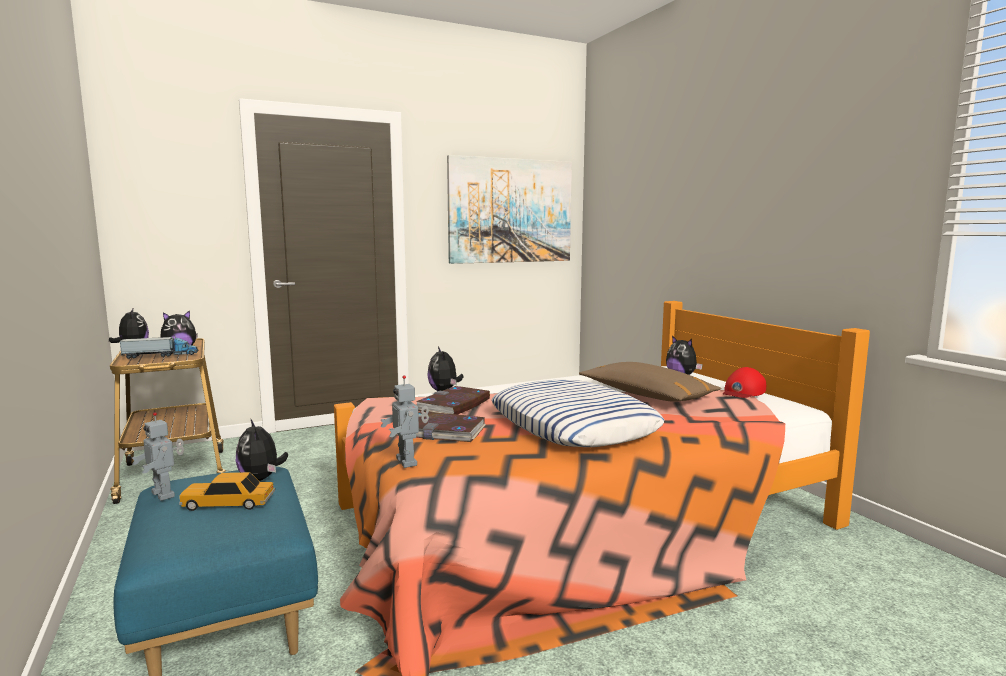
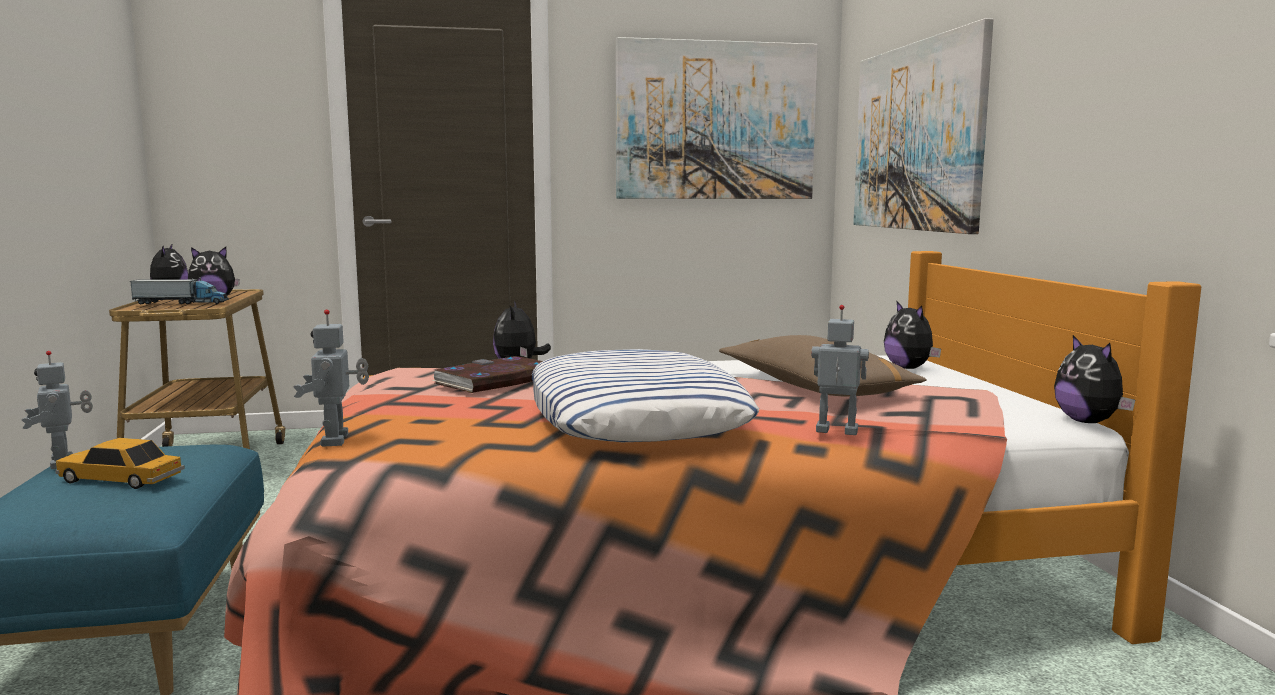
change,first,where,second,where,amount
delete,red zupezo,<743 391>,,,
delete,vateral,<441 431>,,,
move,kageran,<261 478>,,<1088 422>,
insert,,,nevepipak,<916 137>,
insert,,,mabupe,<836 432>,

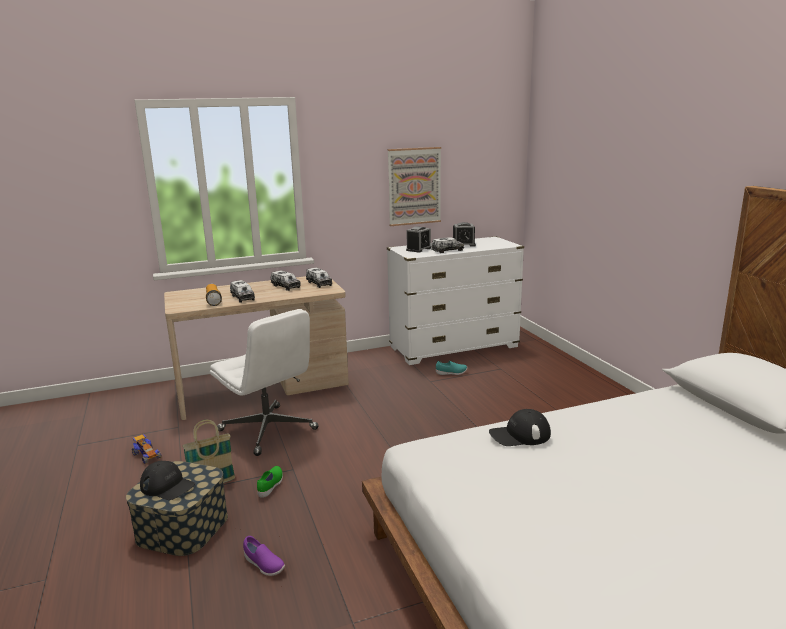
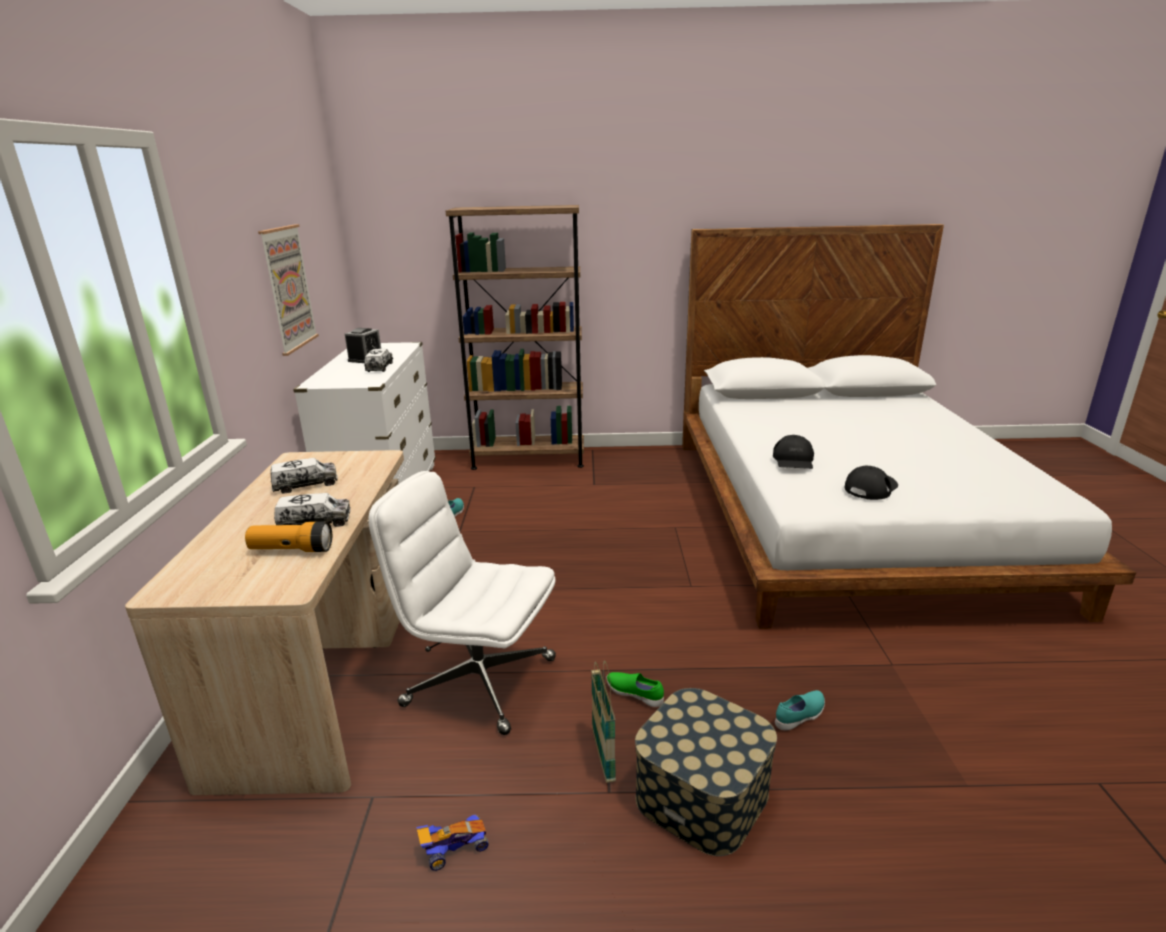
change,first,where,second,where,amount
delete,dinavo,<418 249>,,,
delete,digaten,<319 283>,,,
rotate,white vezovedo,<269 430>,,<478 681>,135 degrees counterclockwise
move,black zupezo,<167 486>,,<871 487>,
recolor,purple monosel,<263 565>,turquoise monosel,<800 717>,
insert,,,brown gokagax,<528 458>,

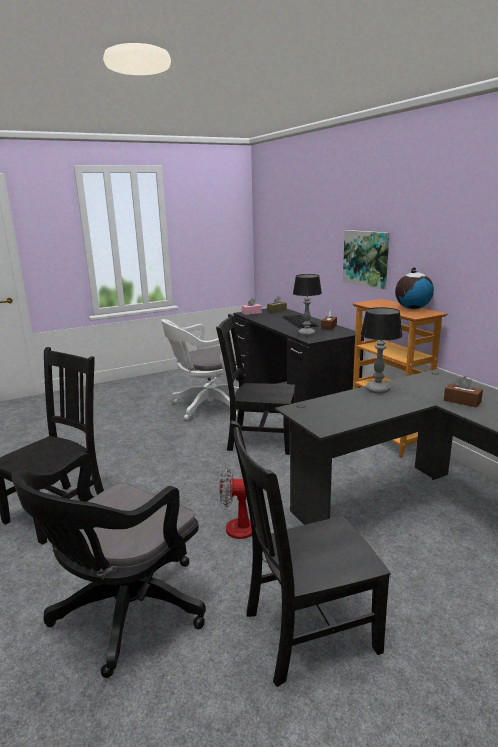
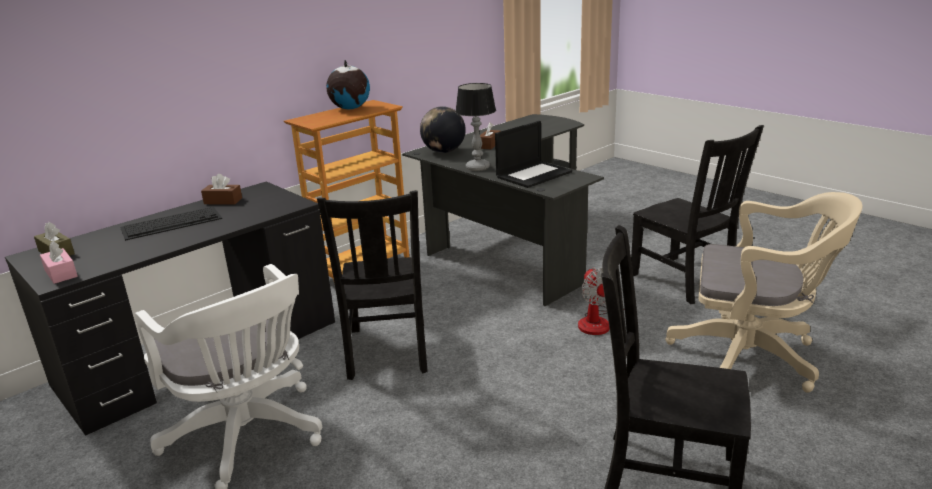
change,first,where,second,where,amount
delete,nevepipak,<366 258>,,,
delete,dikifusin,<307 334>,,,
recolor,black vezovedo,<124 613>,beige vezovedo,<752 357>,
insert,,,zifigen,<444 151>,
insert,,,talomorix,<534 174>,

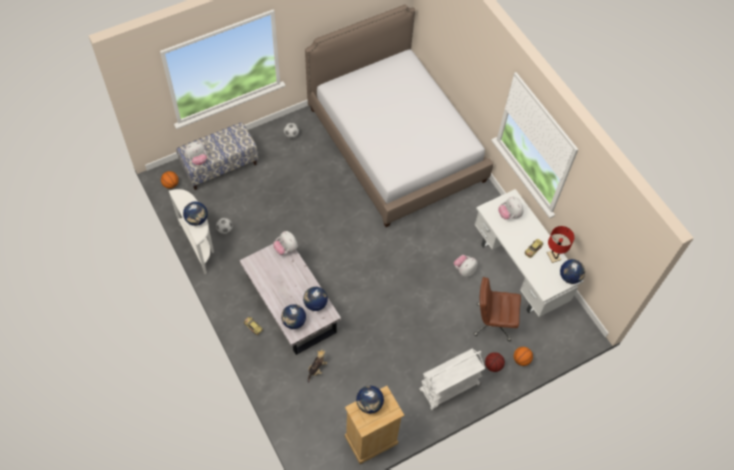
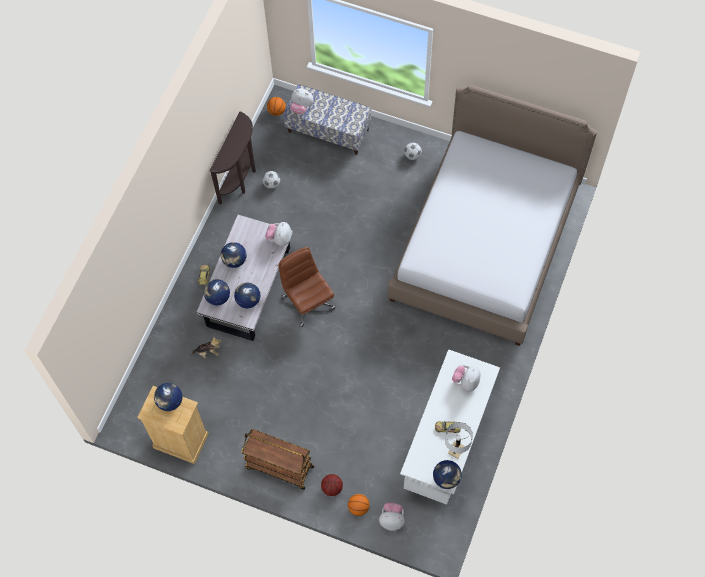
change,first,where,second,where,amount
recolor,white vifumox,<199 245>,brown vifumox,<241 178>,
move,zifigen,<197 220>,,<234 260>,
recolor,red dikifusin,<553 256>,white dikifusin,<456 450>,
move,kageran,<464 270>,,<392 519>,
move,brown vezovedo,<492 322>,,<307 302>,
recolor,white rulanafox,<449 388>,brown rulanafox,<279 467>,

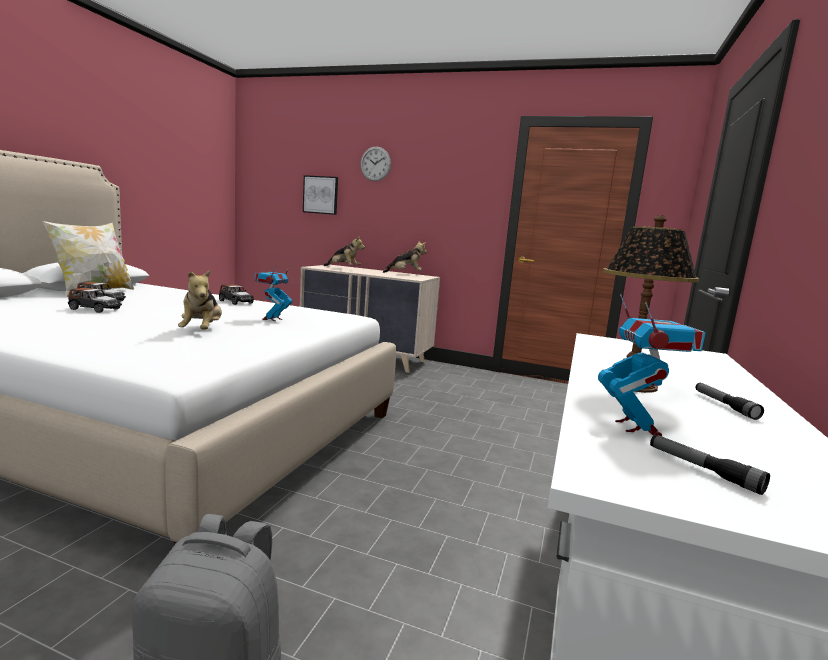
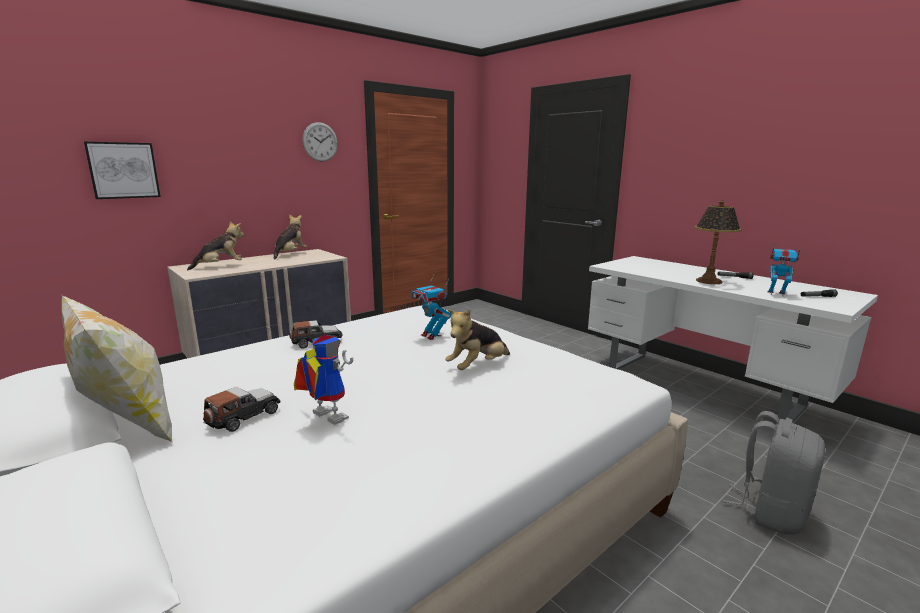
change,first,where,second,where,amount
move,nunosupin,<375 164>,,<320 142>,
rotate,kageran,<202 331>,,<477 367>,120 degrees clockwise
replace,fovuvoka,<94 309>,mabupe,<323 417>,

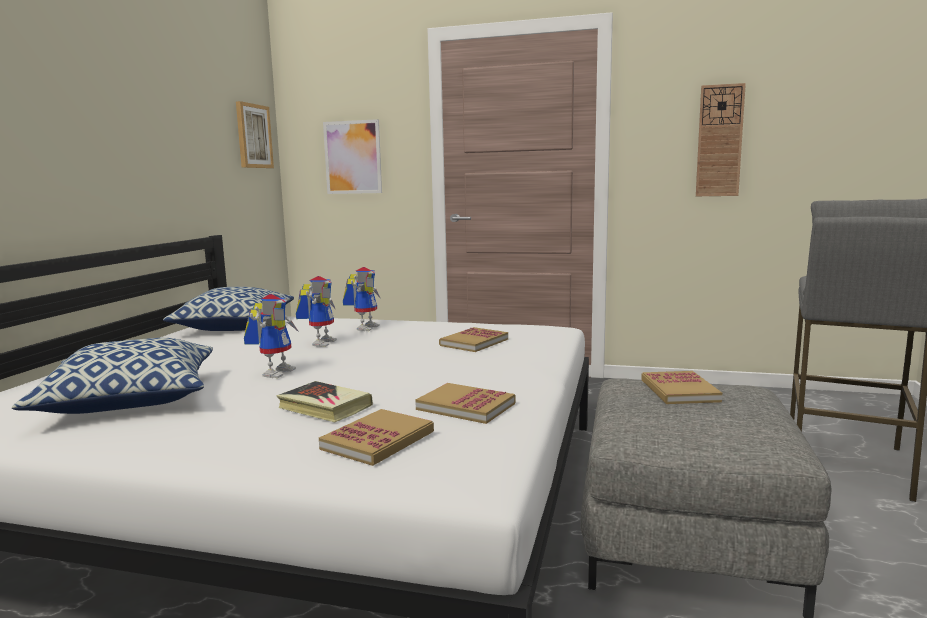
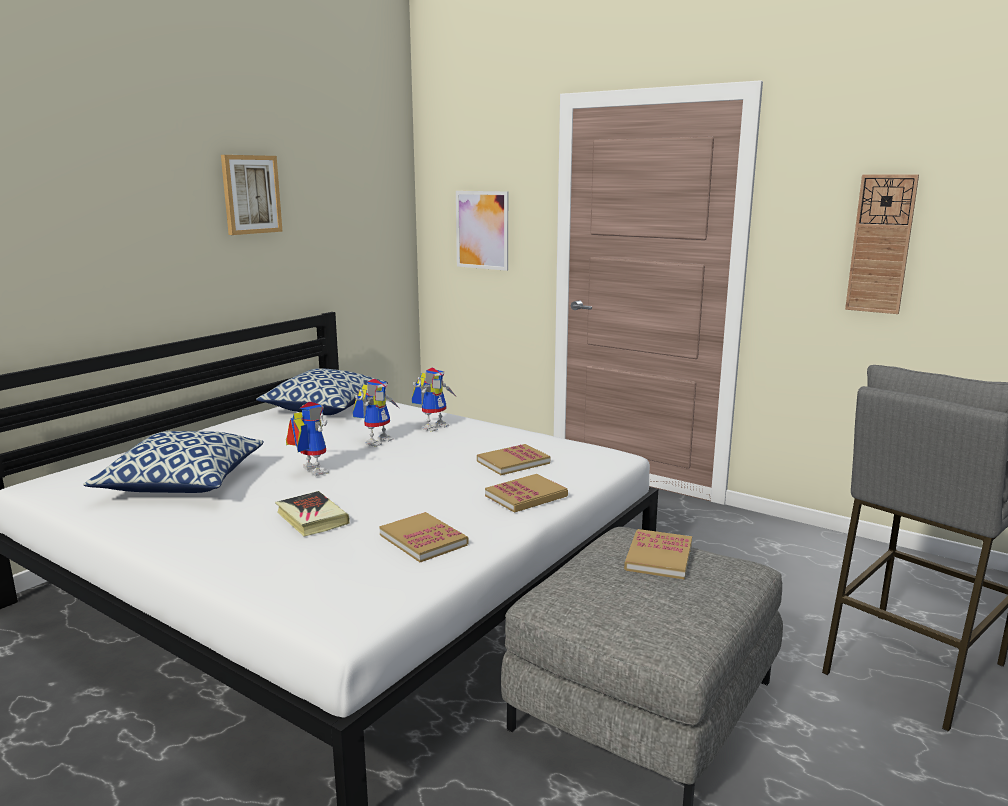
change,first,where,second,where,amount
move,nevepipak,<253 136>,,<251 194>,
rotate,mabupe,<276 372>,,<309 471>,75 degrees counterclockwise
move,vateral,<378 440>,,<526 496>,

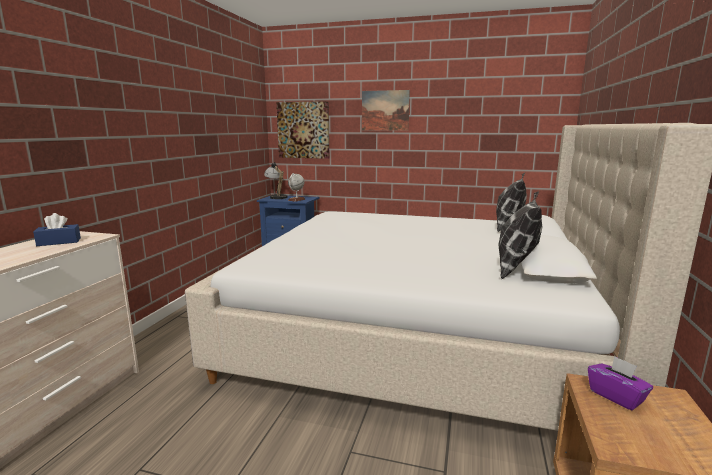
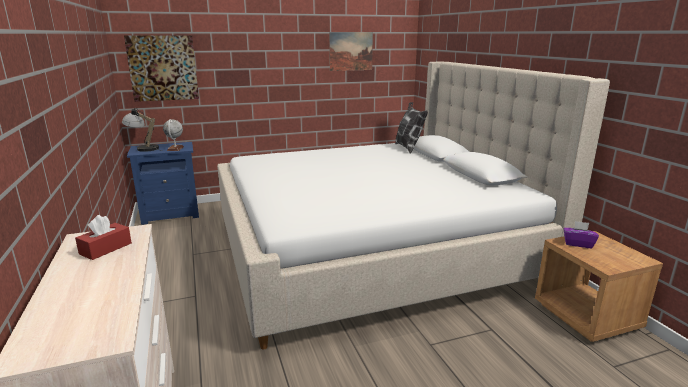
change,first,where,second,where,amount
move,nevepipak,<385 110>,,<351 51>,
delete,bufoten,<516 268>,,,
recolor,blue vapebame,<59 242>,red vapebame,<106 248>,

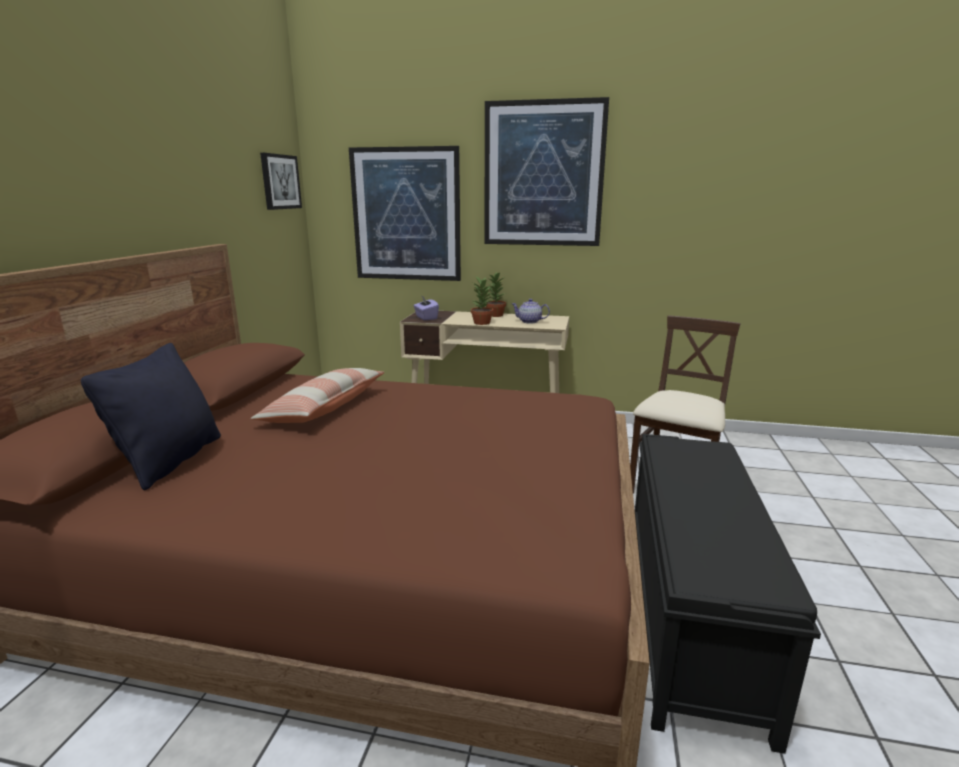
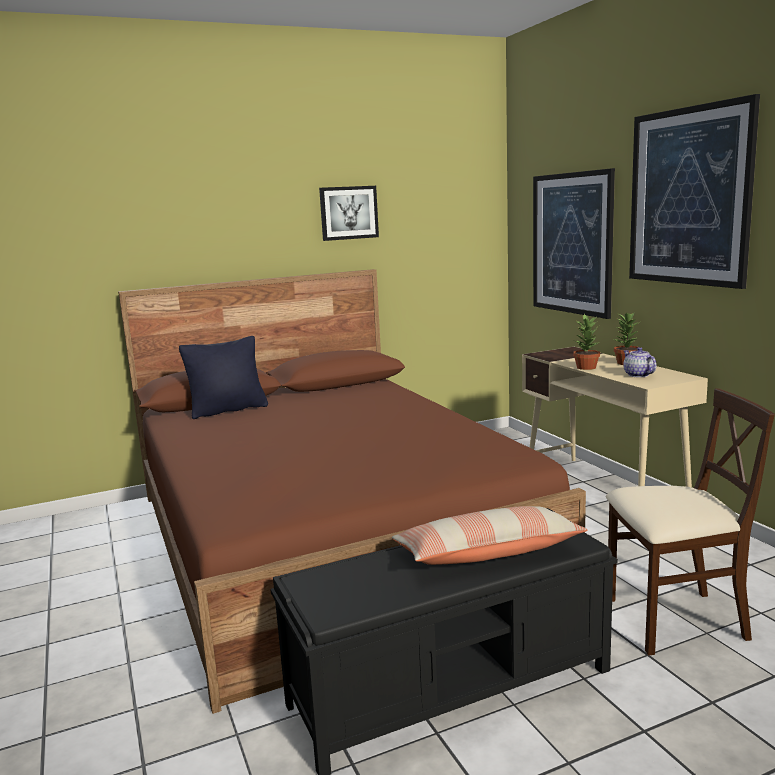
change,first,where,second,where,amount
move,nevepipak,<280 182>,,<348 213>,
delete,purple vapebame,<426 318>,,,
move,bufoten,<324 408>,,<487 553>,

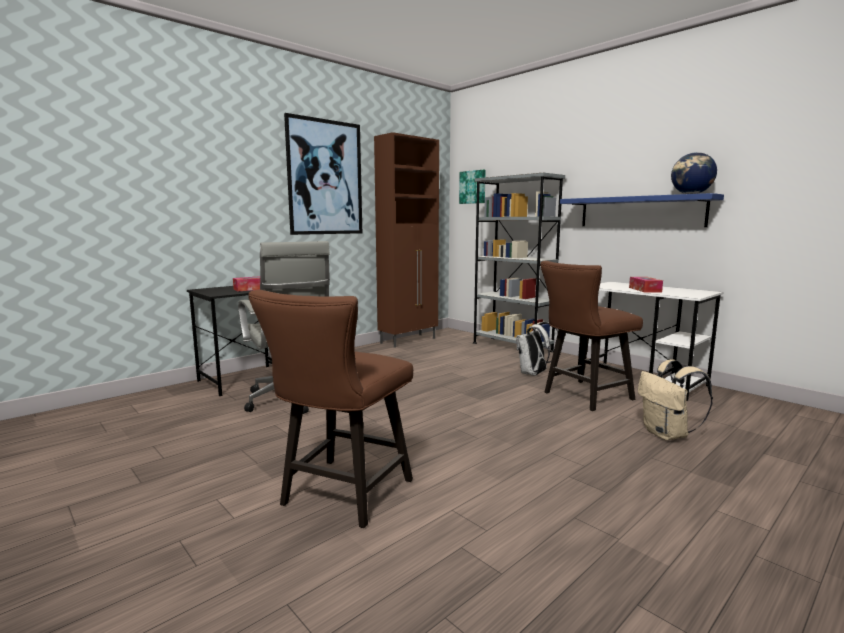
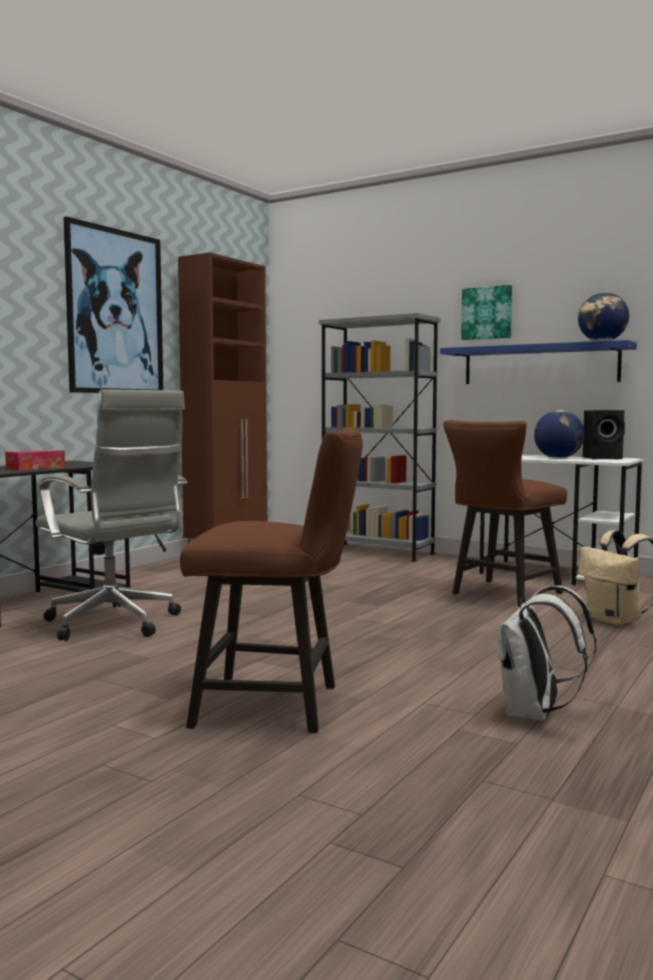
change,first,where,second,where,amount
move,nevepipak,<473 187>,,<487 313>,
replace,vapebame,<645 290>,zifigen,<558 458>,
rotate,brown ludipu,<341 496>,,<279 705>,90 degrees counterclockwise
move,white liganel,<534 374>,,<535 714>,
insert,,,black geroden,<603 458>,

